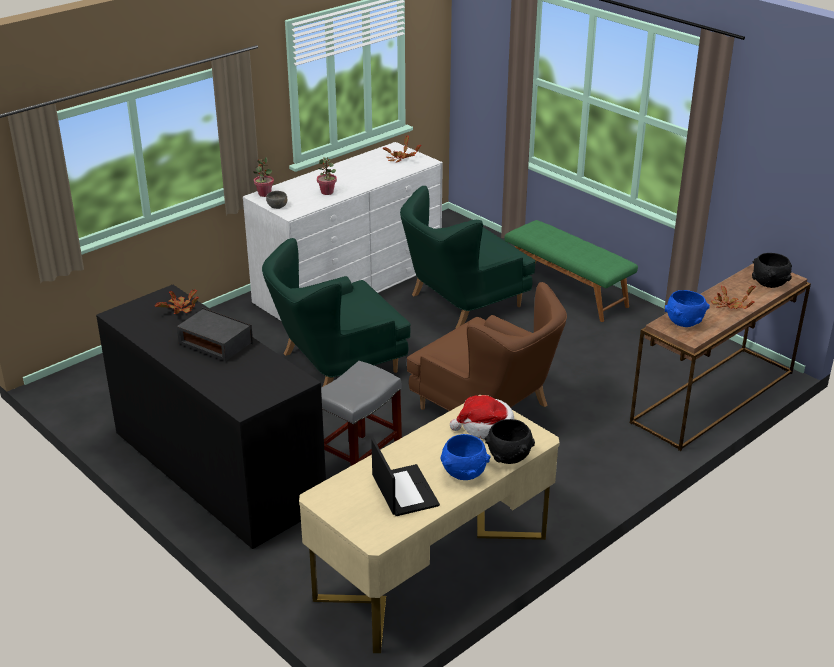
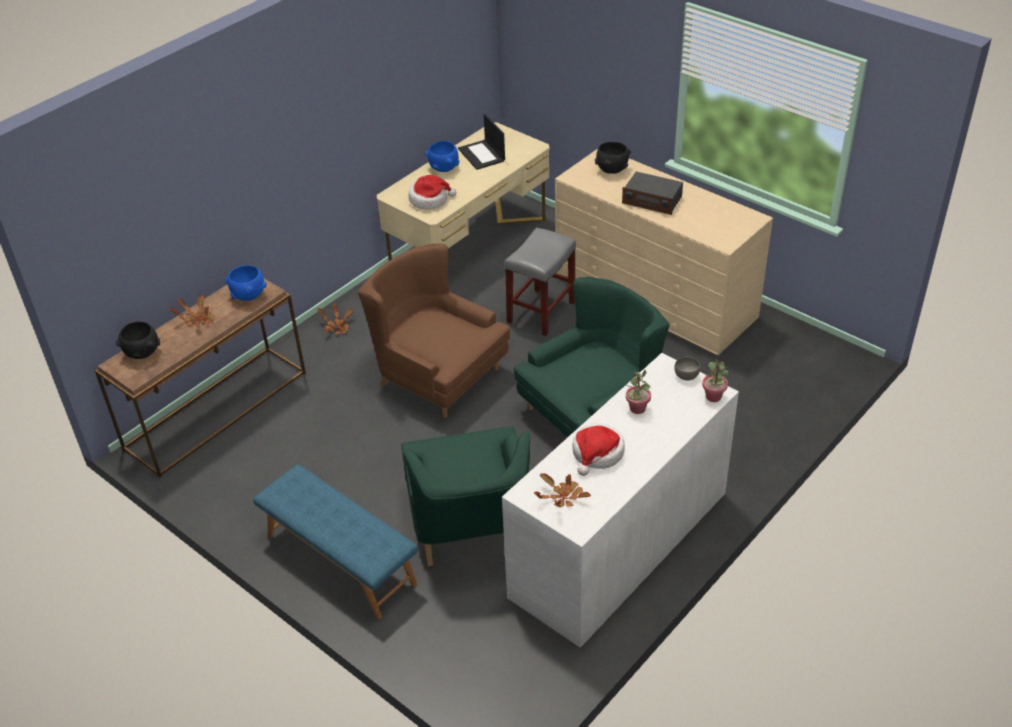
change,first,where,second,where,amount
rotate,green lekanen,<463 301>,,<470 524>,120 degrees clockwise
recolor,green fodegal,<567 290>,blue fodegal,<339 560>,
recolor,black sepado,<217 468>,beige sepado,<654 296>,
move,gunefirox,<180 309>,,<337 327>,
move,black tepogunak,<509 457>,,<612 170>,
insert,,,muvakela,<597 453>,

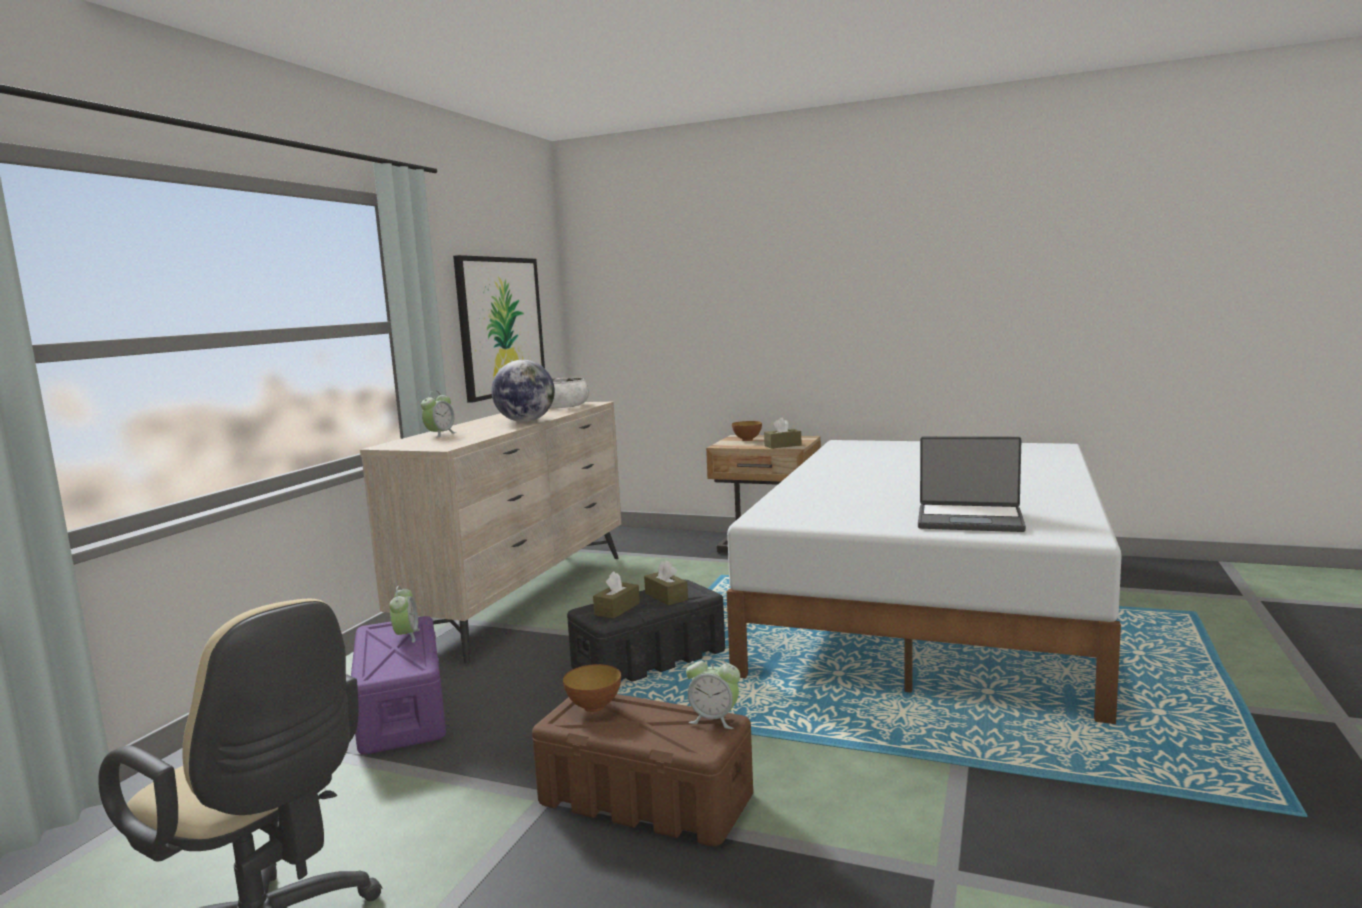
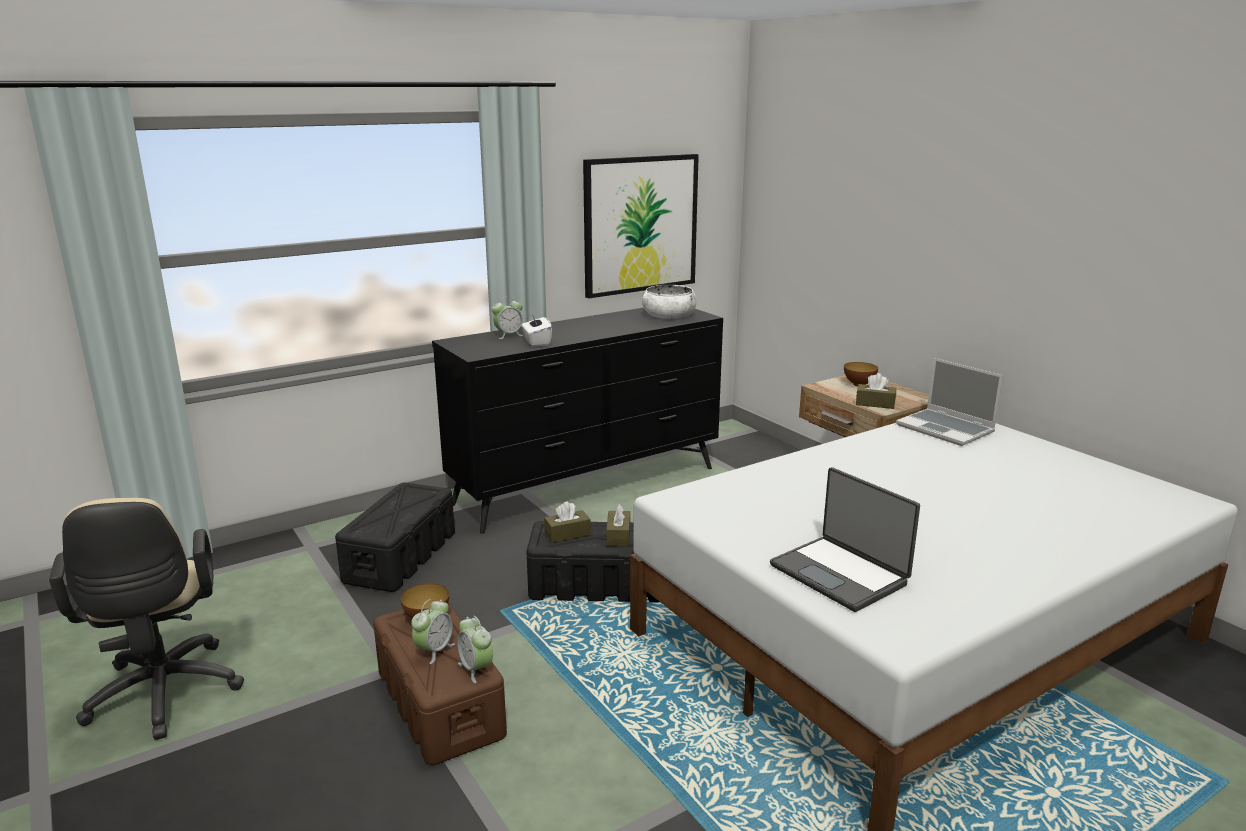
change,first,where,second,where,amount
delete,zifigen,<525 421>,,,
recolor,beige sepado,<523 598>,black sepado,<588 486>,
move,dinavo,<406 636>,,<434 650>,
recolor,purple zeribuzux,<401 709>,black zeribuzux,<401 556>,
insert,,,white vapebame,<536 342>,
insert,,,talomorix,<946 429>,

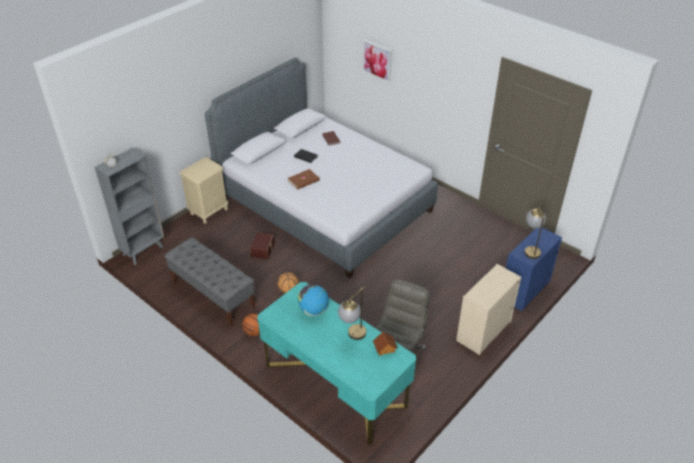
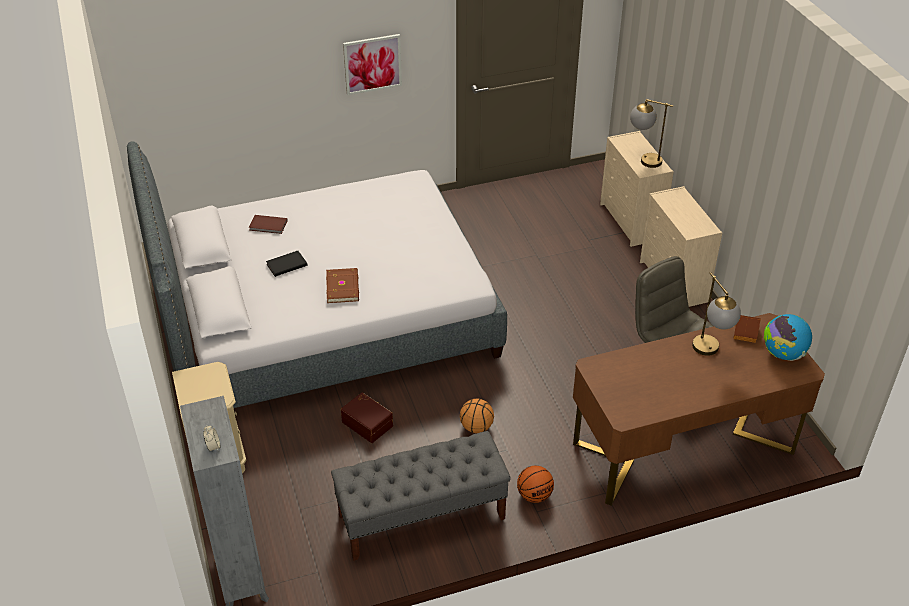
change,first,where,second,where,amount
move,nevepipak,<377 60>,,<372 64>,
recolor,blue sepado,<524 290>,beige sepado,<631 222>,
recolor,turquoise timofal,<335 385>,brown timofal,<683 447>,
move,zifigen,<313 310>,,<783 354>,

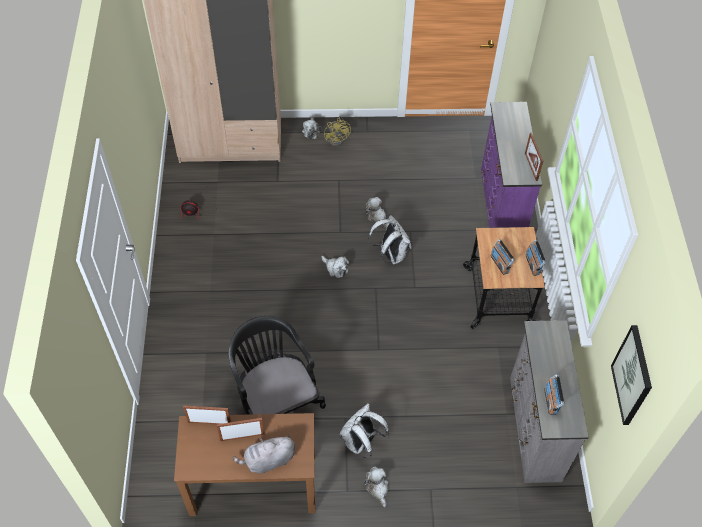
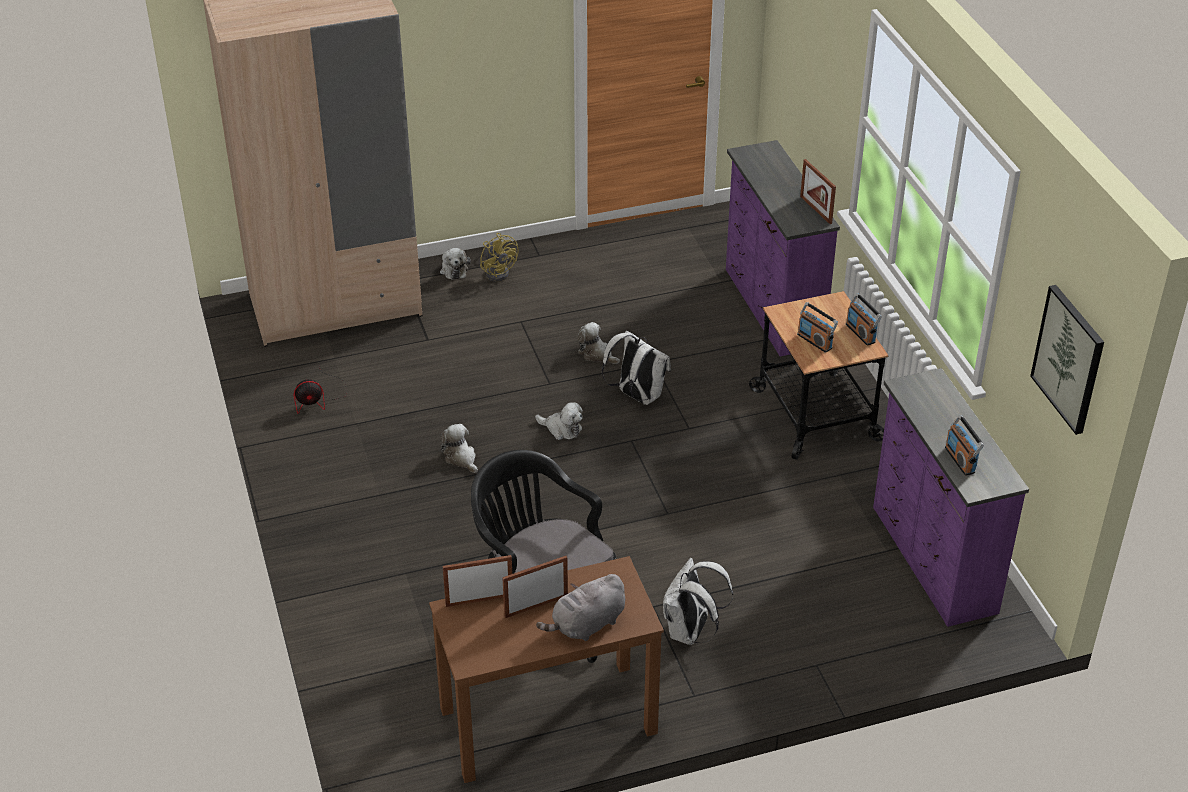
change,first,where,second,where,amount
recolor,grey sepado,<533 429>,purple sepado,<932 560>,
move,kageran,<377 488>,,<461 458>,

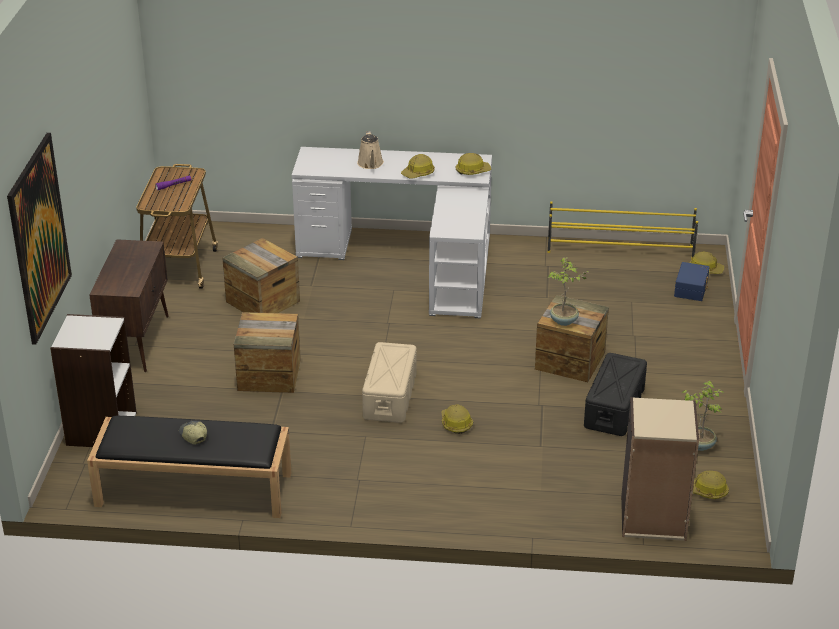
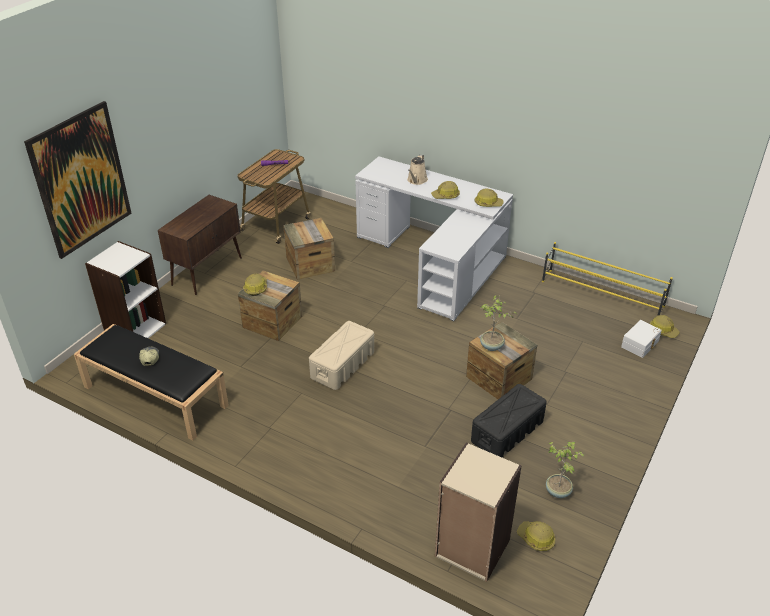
change,first,where,second,where,amount
recolor,blue zeribuzux,<692 289>,white zeribuzux,<640 344>,
move,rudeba,<455 423>,,<256 288>,

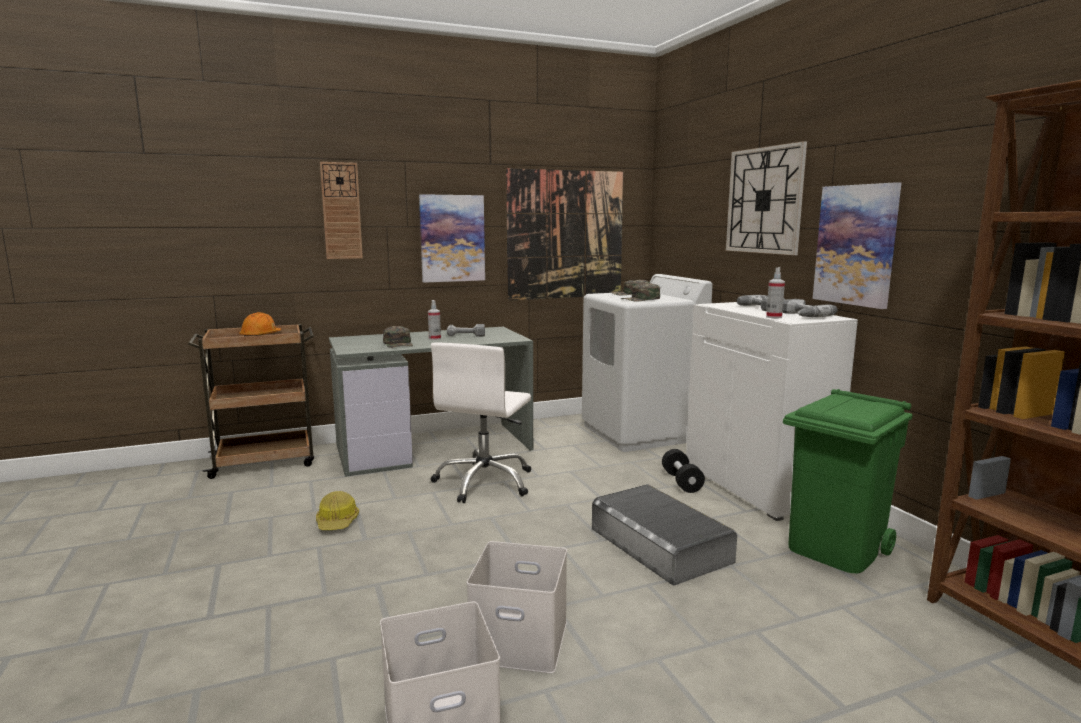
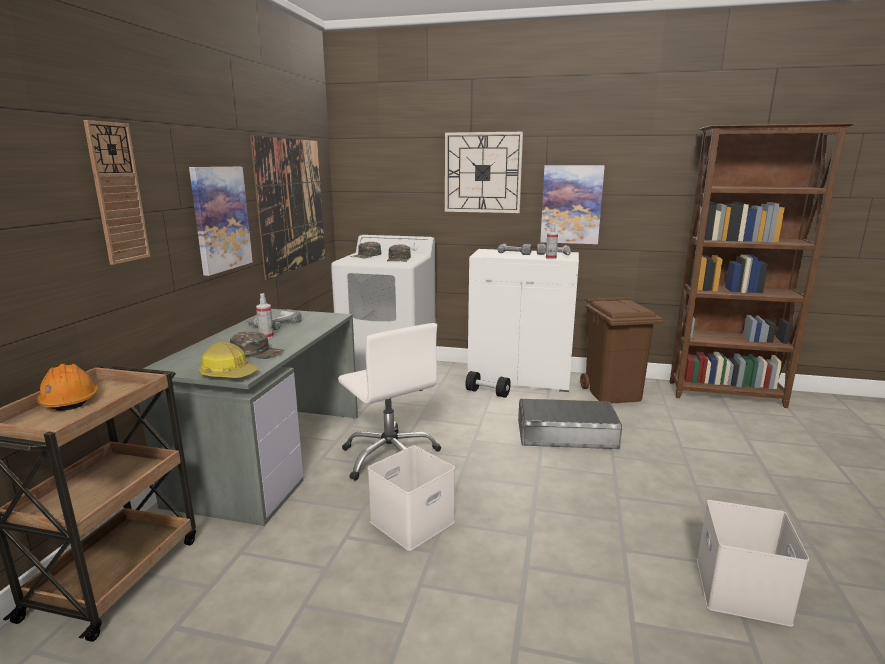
change,first,where,second,where,amount
recolor,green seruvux,<836 549>,brown seruvux,<613 393>,
move,rudeba,<337 522>,,<229 374>,
move,white zeribuzux,<522 640>,,<412 520>,

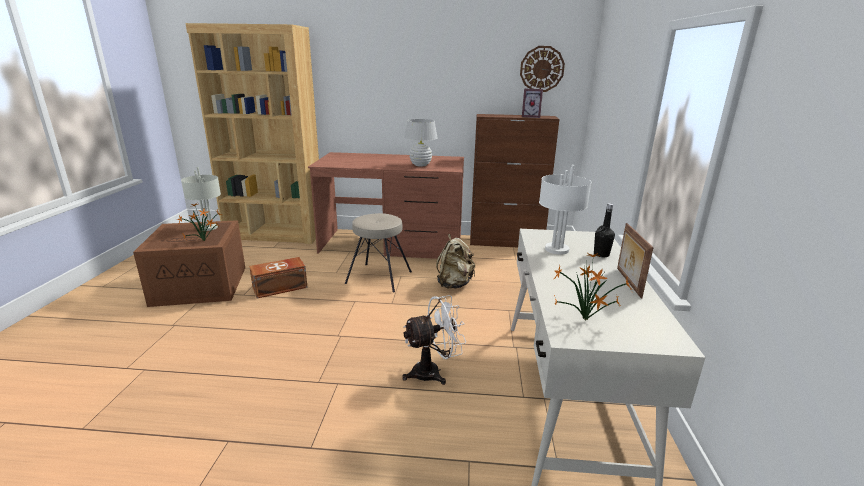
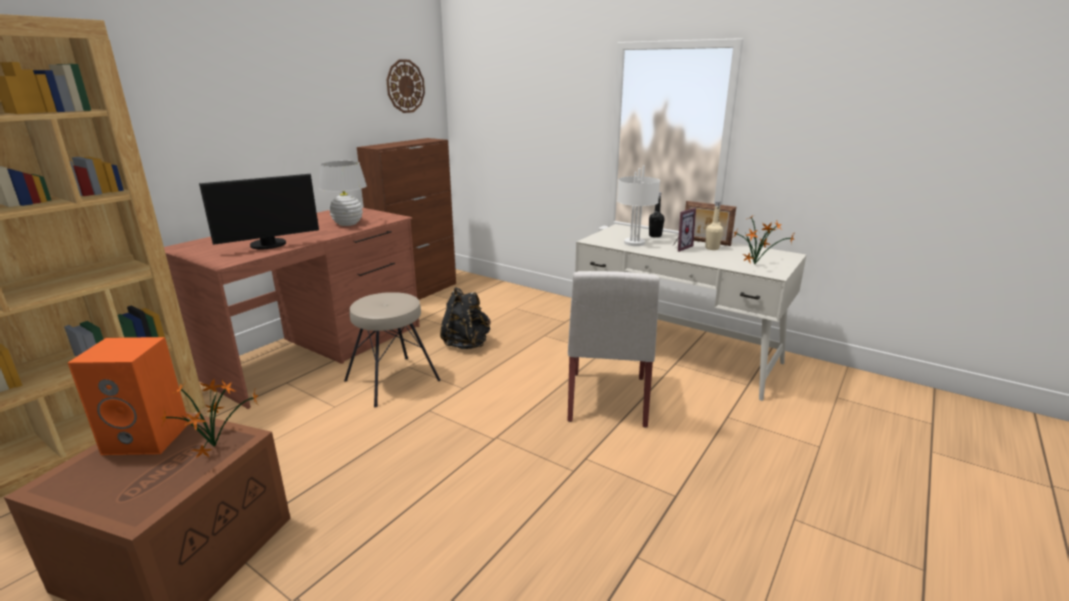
change,first,where,second,where,amount
move,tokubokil,<531 116>,,<679 247>,
replace,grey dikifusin,<209 228>,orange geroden,<149 437>,
recolor,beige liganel,<454 284>,black liganel,<466 344>,
delete,brown zeribuzux,<281 287>,,,
replace,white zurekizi,<433 372>,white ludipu,<607 399>,
insert,,,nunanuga,<269 245>,
insert,,,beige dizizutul,<712 248>,

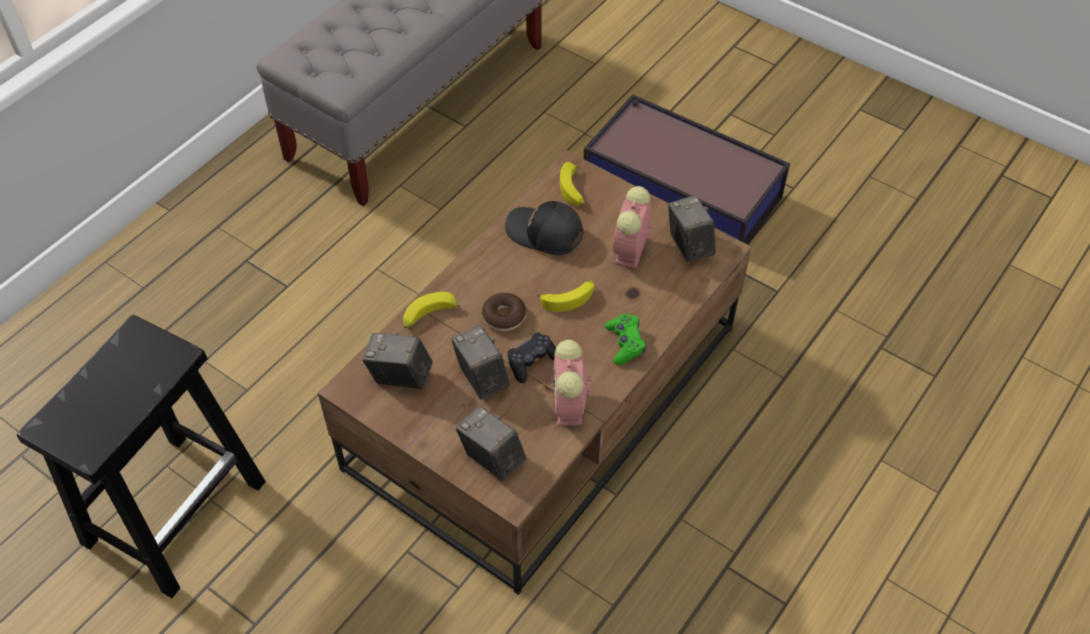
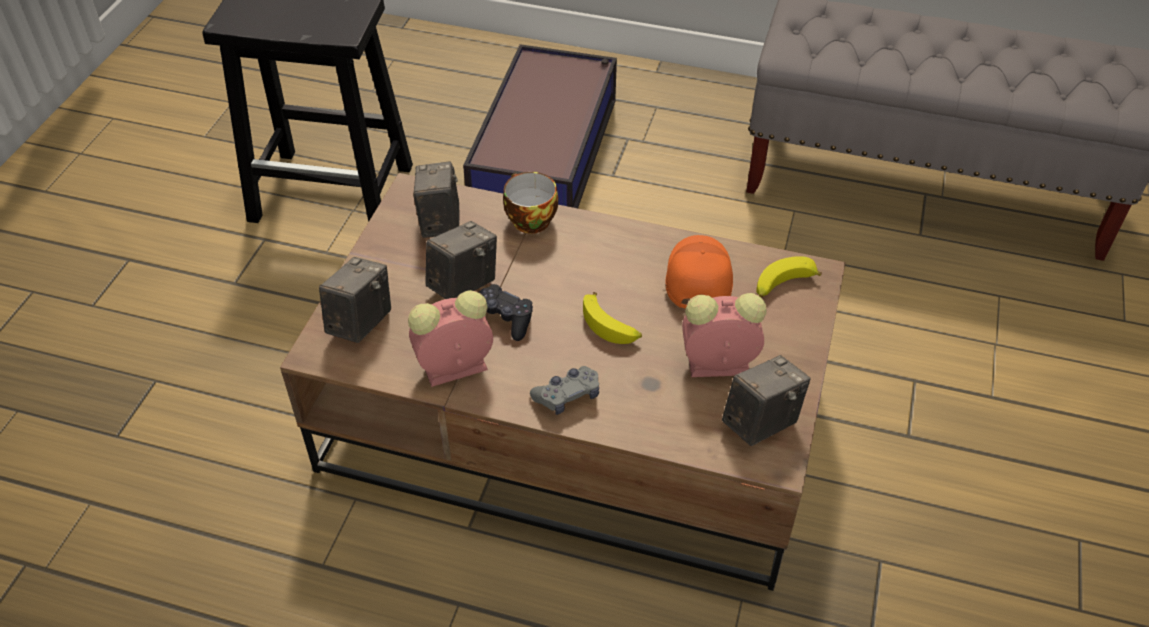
change,first,where,second,where,amount
move,zeribuzux,<680 188>,,<546 151>,
recolor,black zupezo,<544 234>,orange zupezo,<697 278>,
replace,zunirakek,<428 316>,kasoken,<528 219>,
delete,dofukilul,<504 316>,,,
recolor,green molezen,<625 343>,grey molezen,<567 396>,

